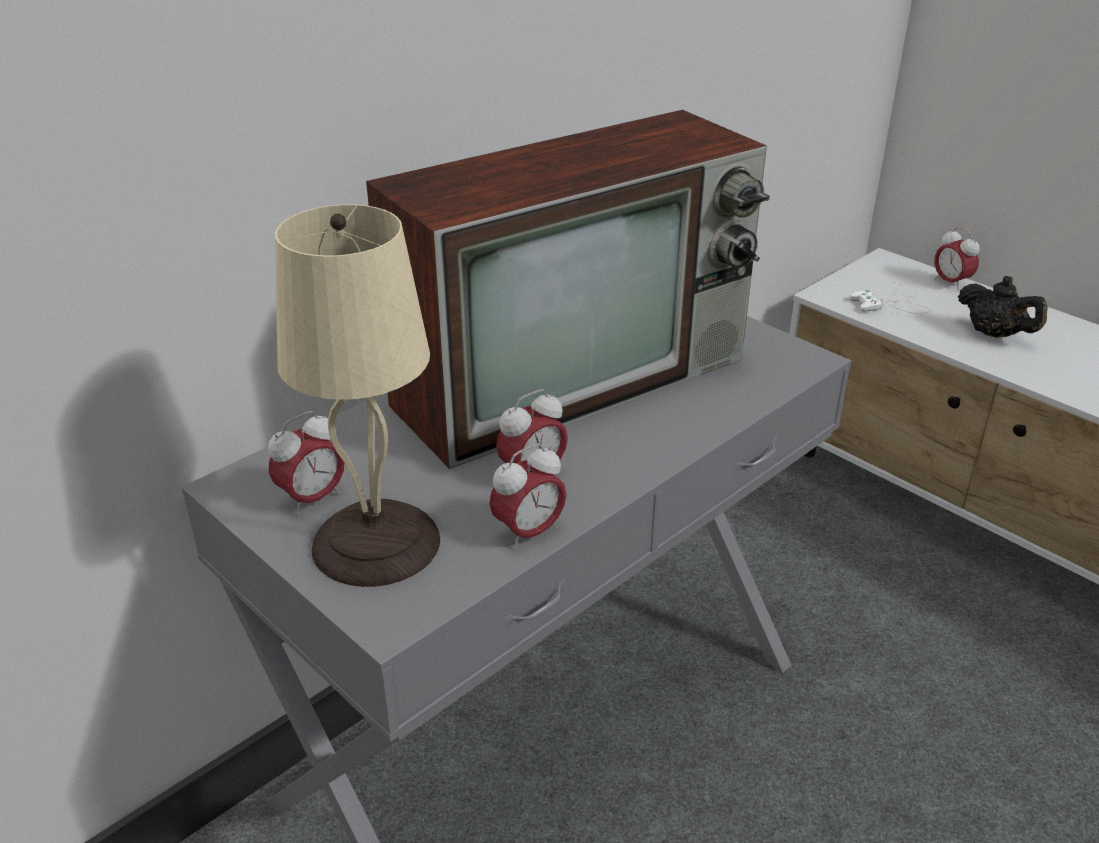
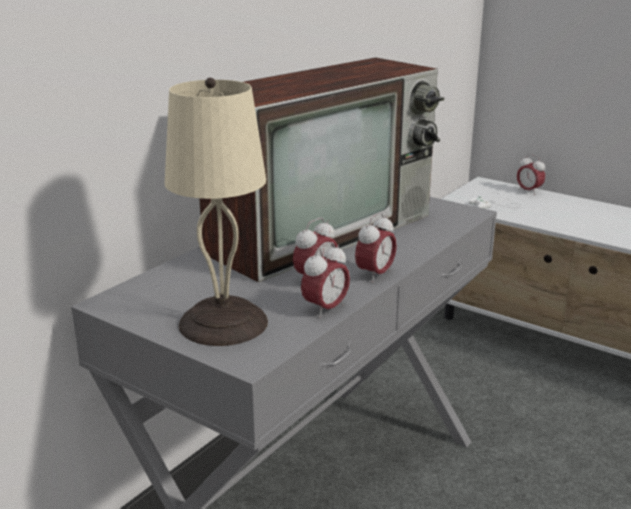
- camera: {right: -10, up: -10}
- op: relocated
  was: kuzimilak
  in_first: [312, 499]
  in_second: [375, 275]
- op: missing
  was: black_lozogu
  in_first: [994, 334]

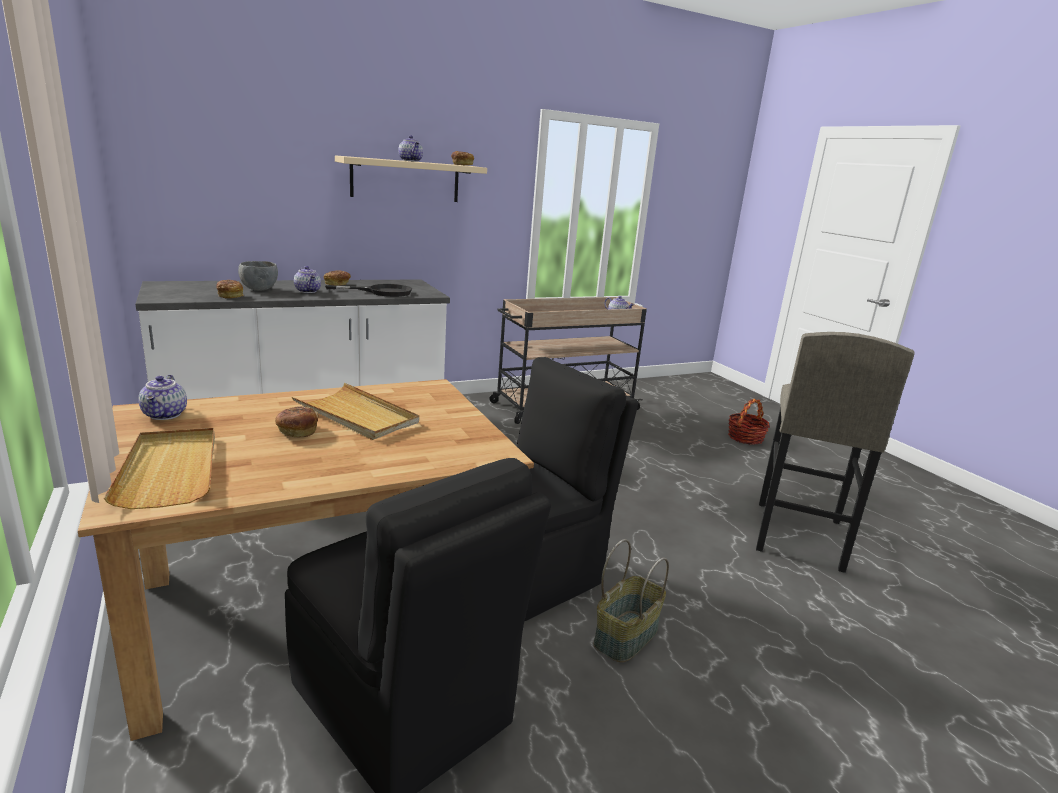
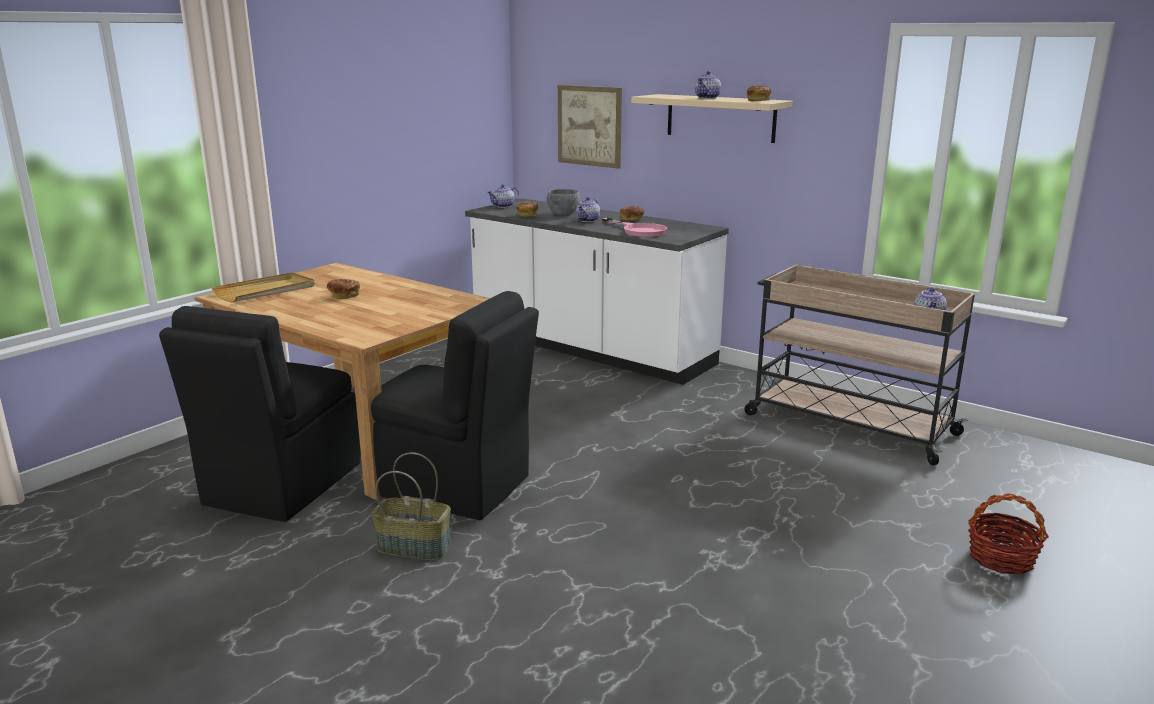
- camera: {right: 65, up: 0}
- op: relocated
  was: lozogu
  in_first: [166, 415]
  in_second: [503, 206]
- op: missing
  was: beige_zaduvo
  in_first: [357, 415]
- op: colour
  was: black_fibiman
  now: pink_fibiman
  in_first: [381, 292]
  in_second: [639, 230]
- op: missing
  was: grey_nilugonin
  in_first: [797, 535]
- op: appeared
  now: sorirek
  in_second: [589, 126]

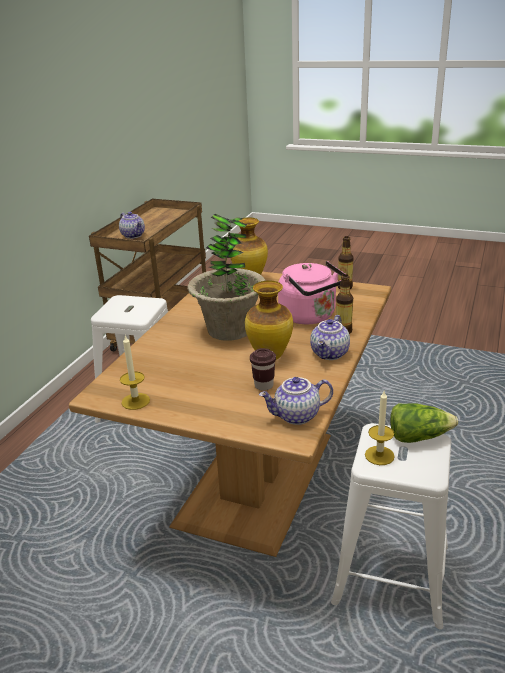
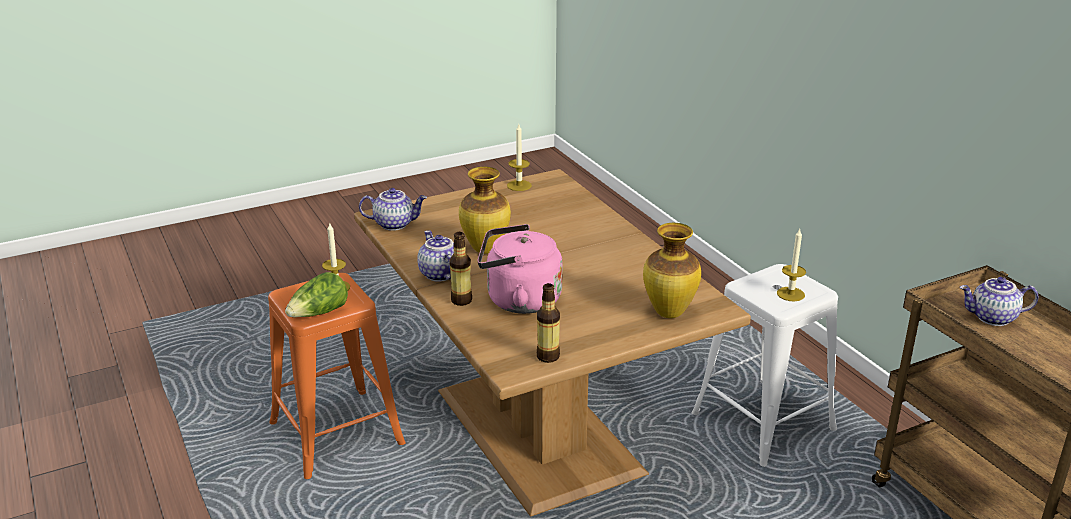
- camera: {right: 130, up: 0}
- op: missing
  was: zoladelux
  in_first: [229, 330]
- op: missing
  was: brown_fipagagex
  in_first: [264, 385]
- op: spun
  was: lozogu
  in_first: [296, 416]
  in_second: [394, 224]
  clockwise: 60
- op: colour
  was: white_nilugonin
  now: orange_nilugonin
  in_first: [391, 575]
  in_second: [336, 433]
- op: appeared
  now: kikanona
  in_second: [790, 294]

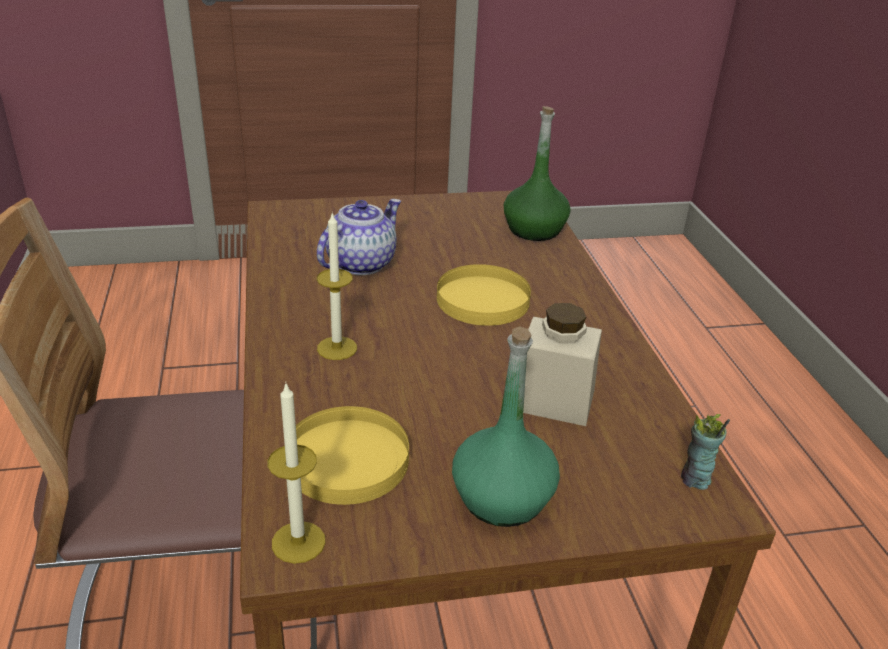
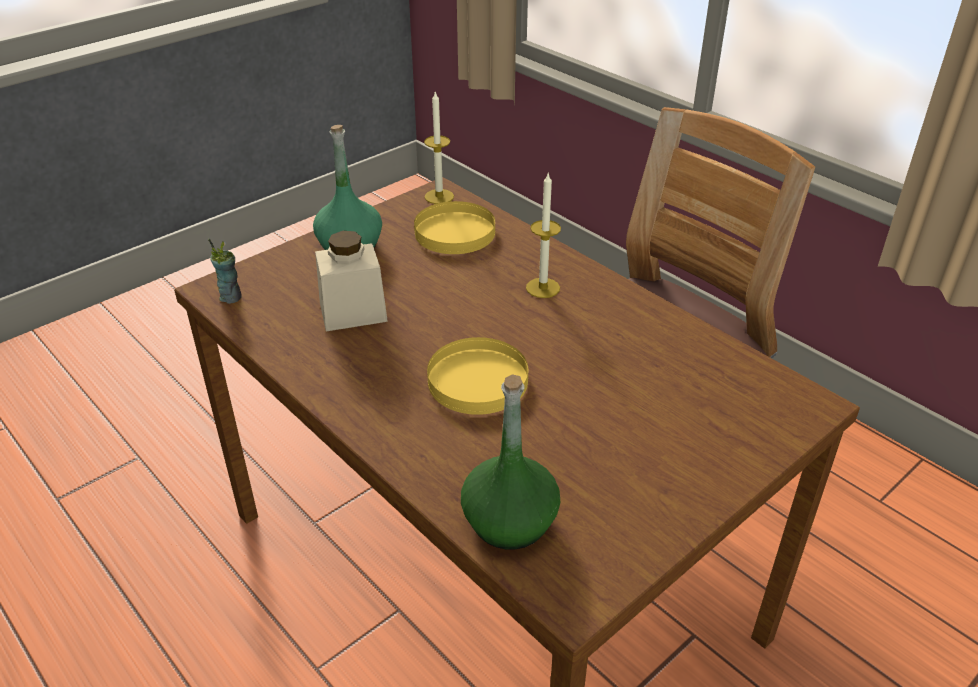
- camera: {right: 150, up: 5}
- op: missing
  was: lozogu
  in_first: [360, 263]

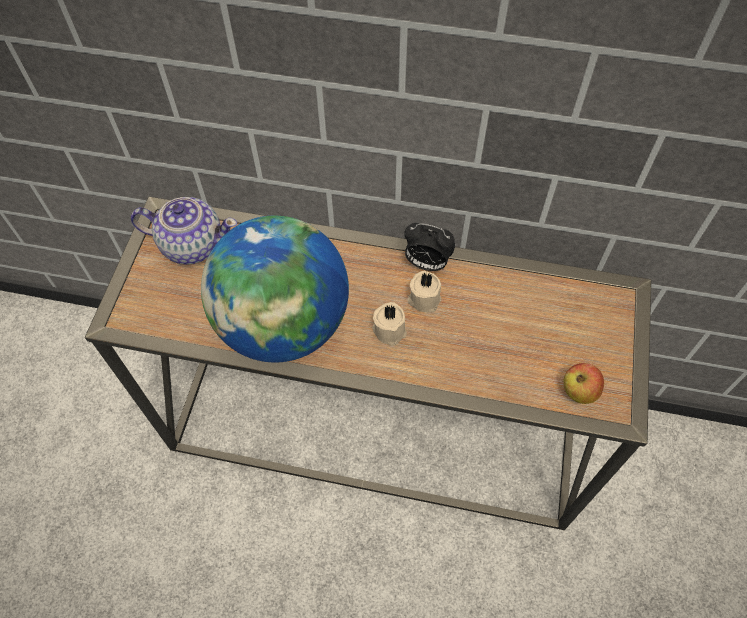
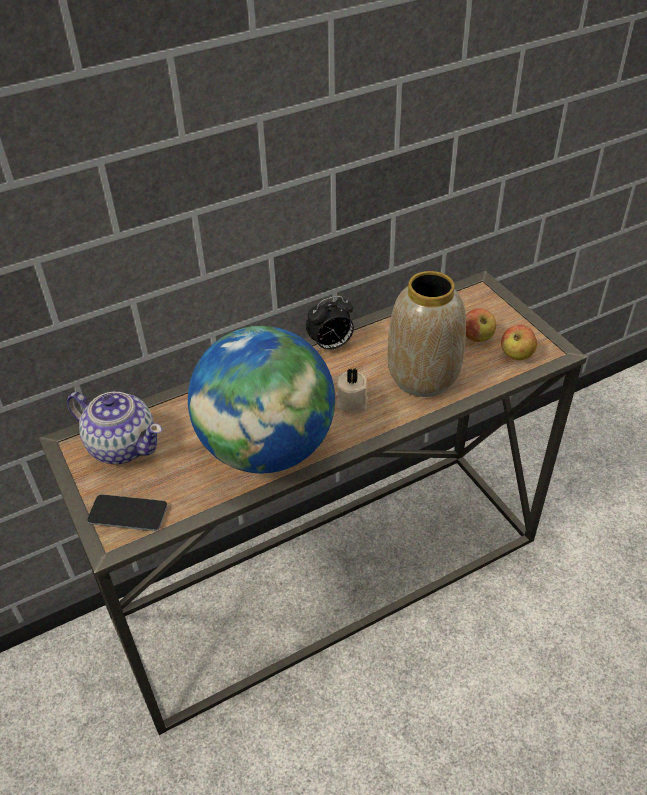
- camera: {right: -40, up: -15}
- op: spun
  was: lozogu
  in_first: [192, 244]
  in_second: [122, 445]
  clockwise: 60
- op: missing
  was: beige_kikanona
  in_first: [424, 298]
- op: appeared
  now: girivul
  in_second: [128, 513]
- op: appeared
  now: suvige
  in_second: [422, 376]
- op: appeared
  now: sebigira
  in_second: [477, 338]

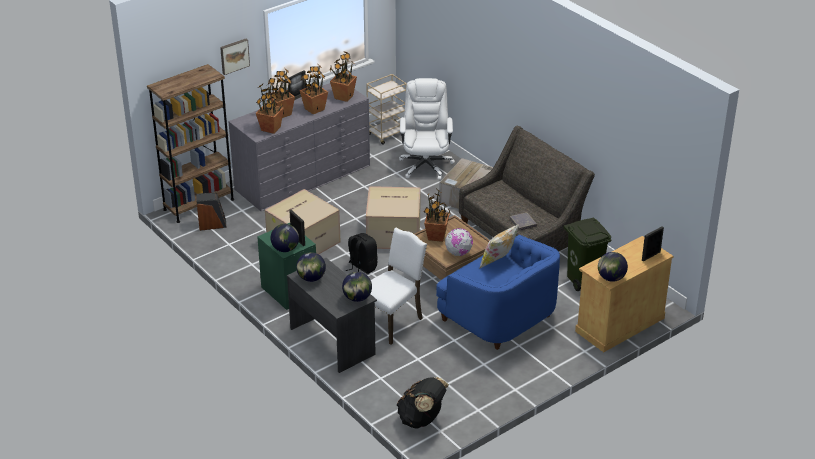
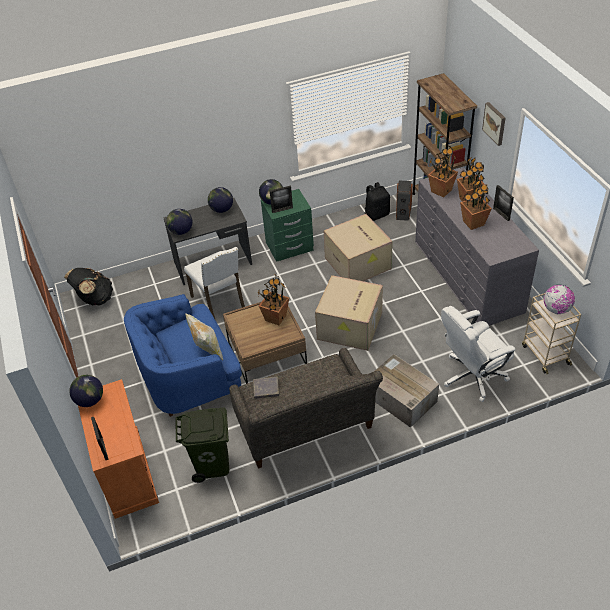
- camera: {right: 110, up: 10}
- op: missing
  was: zoladelux
  in_first: [343, 97]
- op: relocated
  was: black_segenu
  in_first: [362, 267]
  in_second: [376, 214]
- op: spun
  was: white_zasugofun
  in_first: [426, 165]
  in_second: [472, 376]
  clockwise: 135
- op: relocated
  was: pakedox
  in_first: [458, 253]
  in_second: [556, 309]
- op: colour
  was: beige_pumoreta
  now: orange_pumoreta
  in_first: [619, 324]
  in_second: [127, 472]

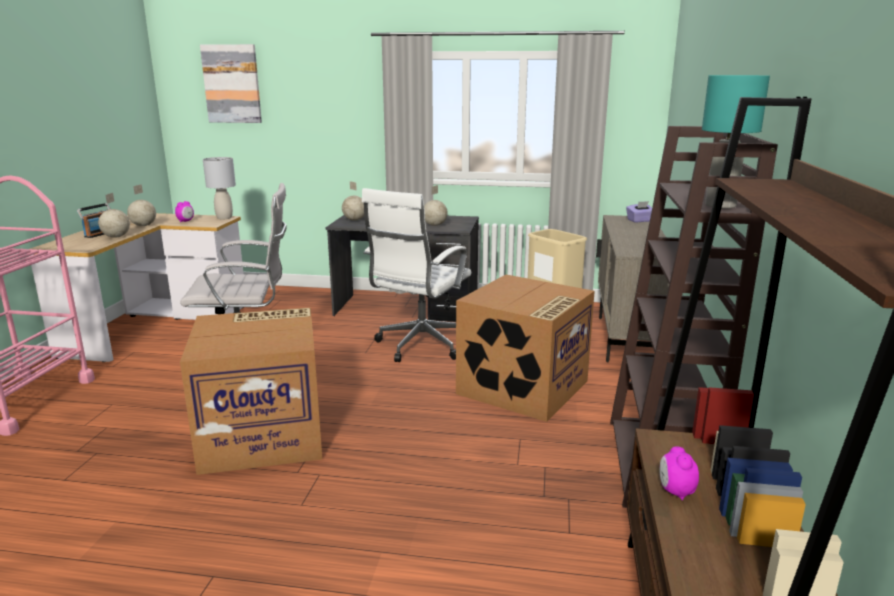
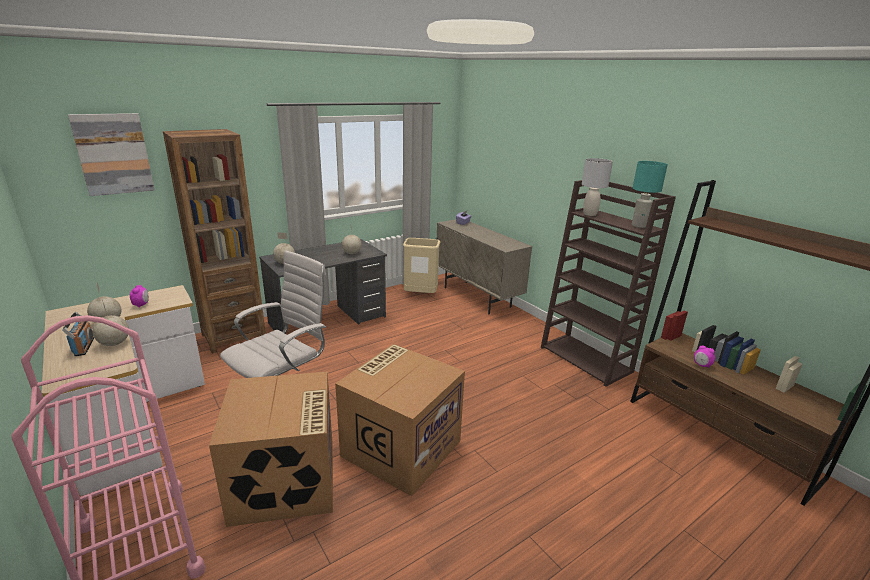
- camera: {right: -45, up: 5}
- op: relocated
  was: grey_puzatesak
  in_first: [224, 218]
  in_second: [590, 214]
- op: missing
  was: white_zasugofun
  in_first: [419, 346]
- op: relocated
  was: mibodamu
  in_first: [523, 388]
  in_second: [286, 481]
- op: appeared
  now: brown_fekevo
  in_second: [234, 336]

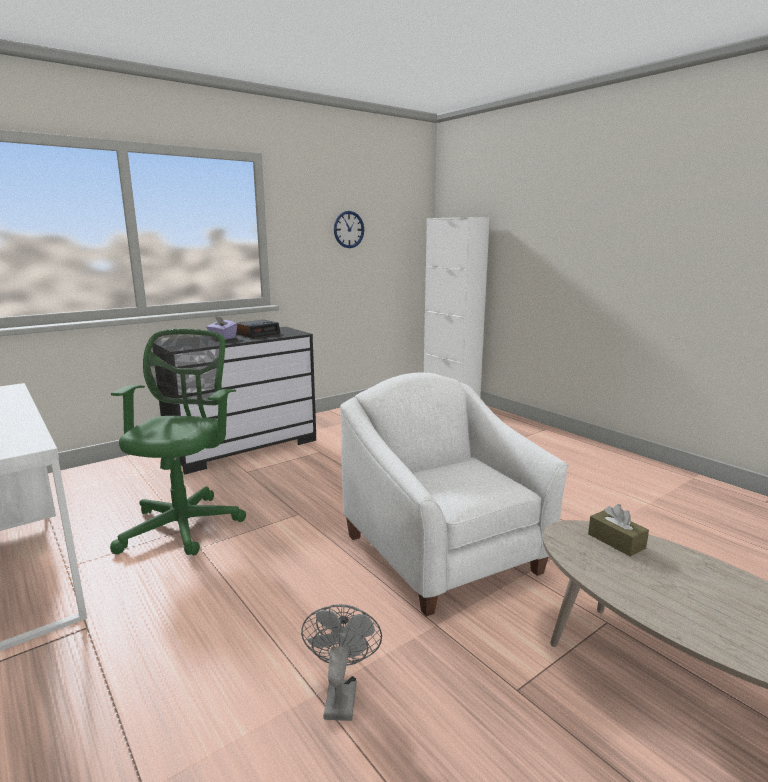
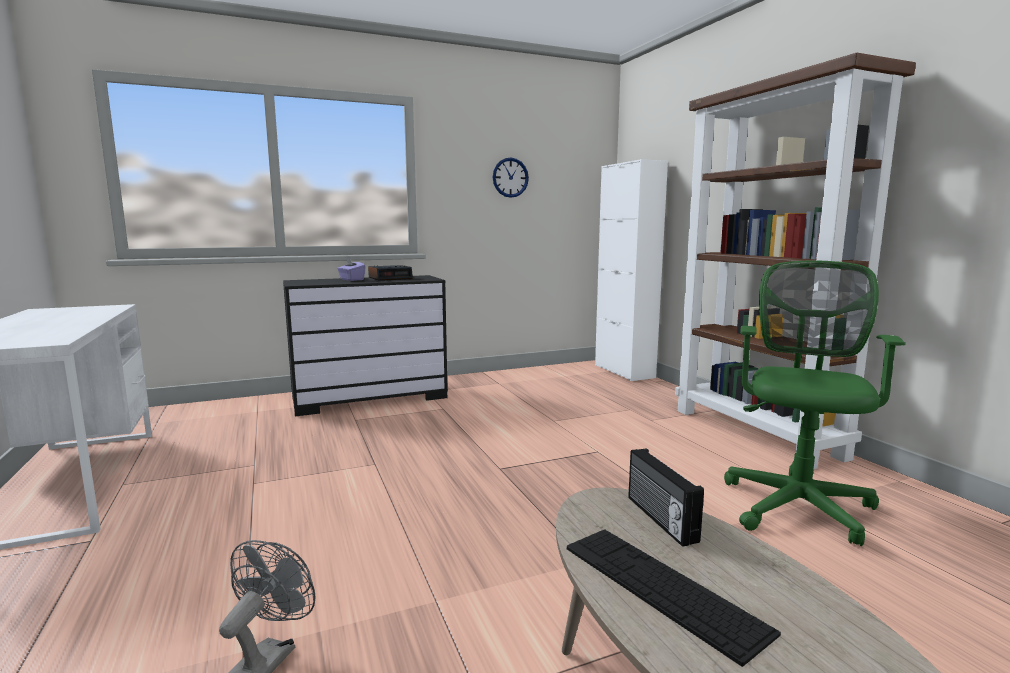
- camera: {right: 15, up: -5}
- op: relocated
  was: green_zasugofun
  in_first: [185, 524]
  in_second: [798, 503]
- op: missing
  was: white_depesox
  in_first: [444, 554]
- op: exchanged
  was: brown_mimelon
  now: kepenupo
  in_first: [616, 541]
  in_second: [659, 519]
- op: appeared
  now: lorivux
  in_second: [660, 587]
- op: appeared
  now: brown_fekevo
  in_second: [757, 433]

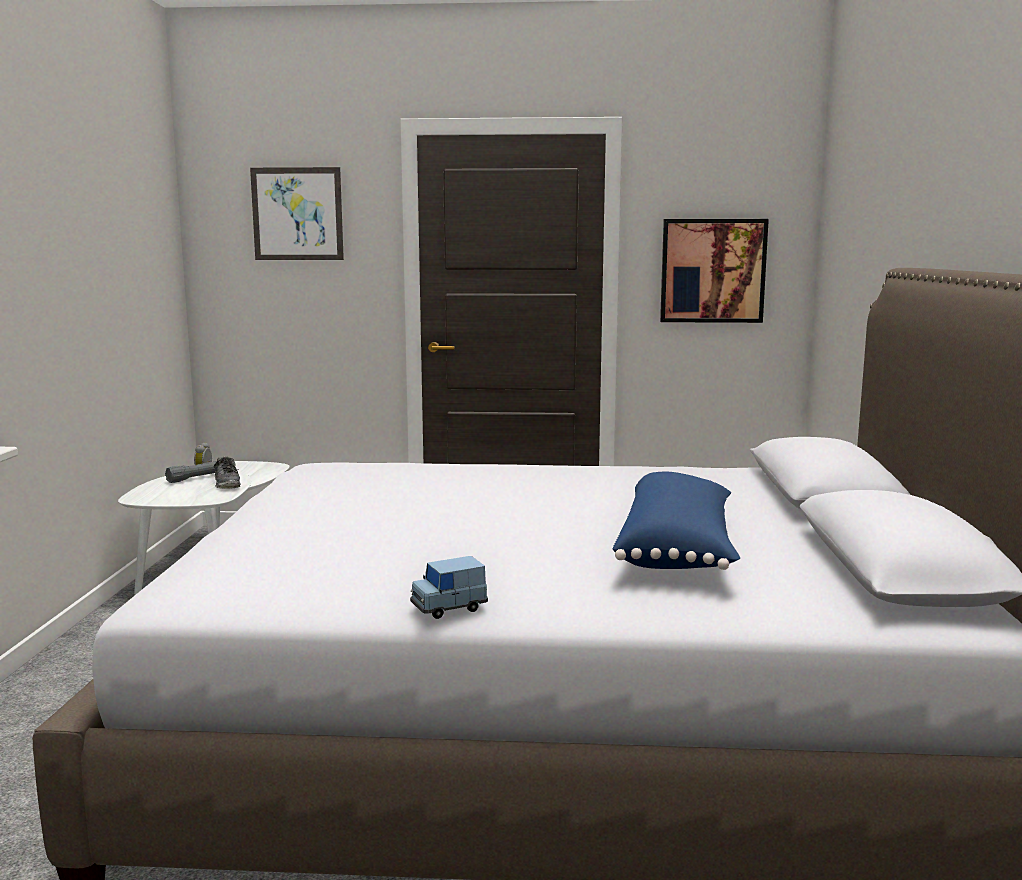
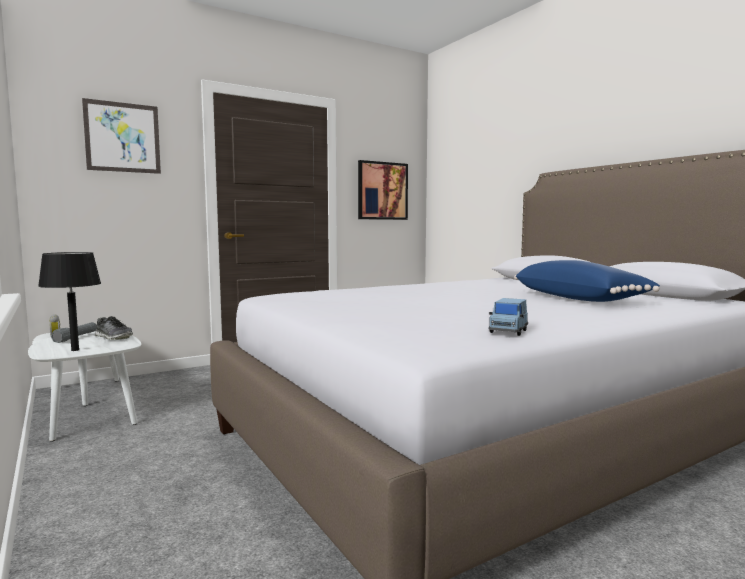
- camera: {right: -35, up: -5}
- op: relocated
  was: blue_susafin
  in_first: [449, 607]
  in_second: [508, 331]
- op: appeared
  now: black_puzatesak
  in_second: [75, 350]

